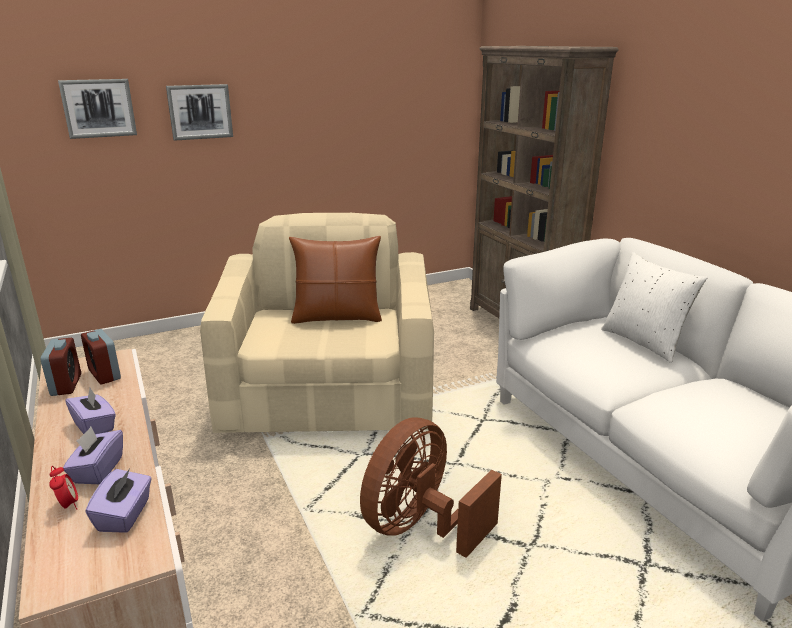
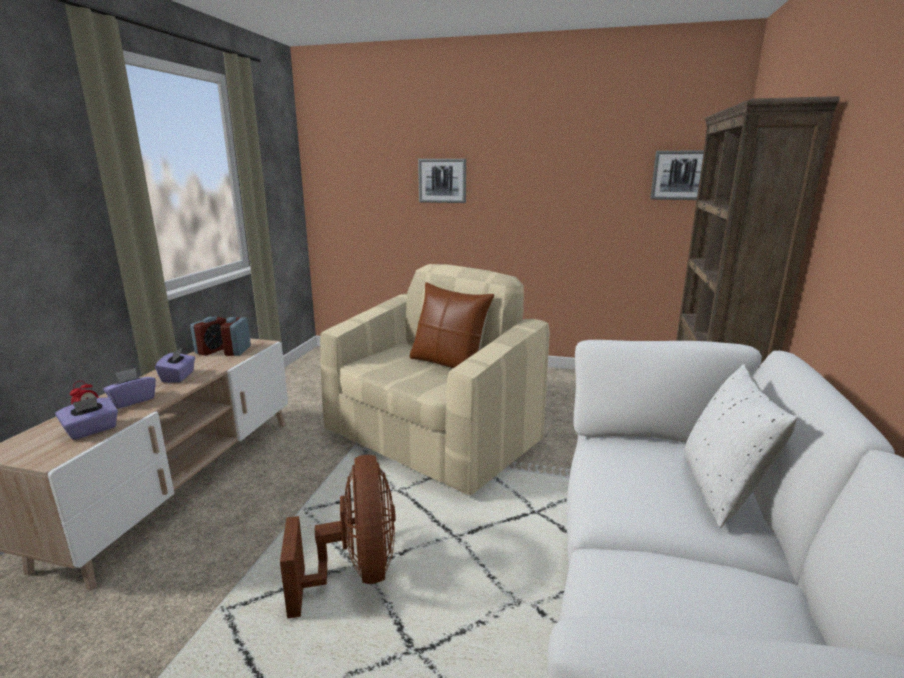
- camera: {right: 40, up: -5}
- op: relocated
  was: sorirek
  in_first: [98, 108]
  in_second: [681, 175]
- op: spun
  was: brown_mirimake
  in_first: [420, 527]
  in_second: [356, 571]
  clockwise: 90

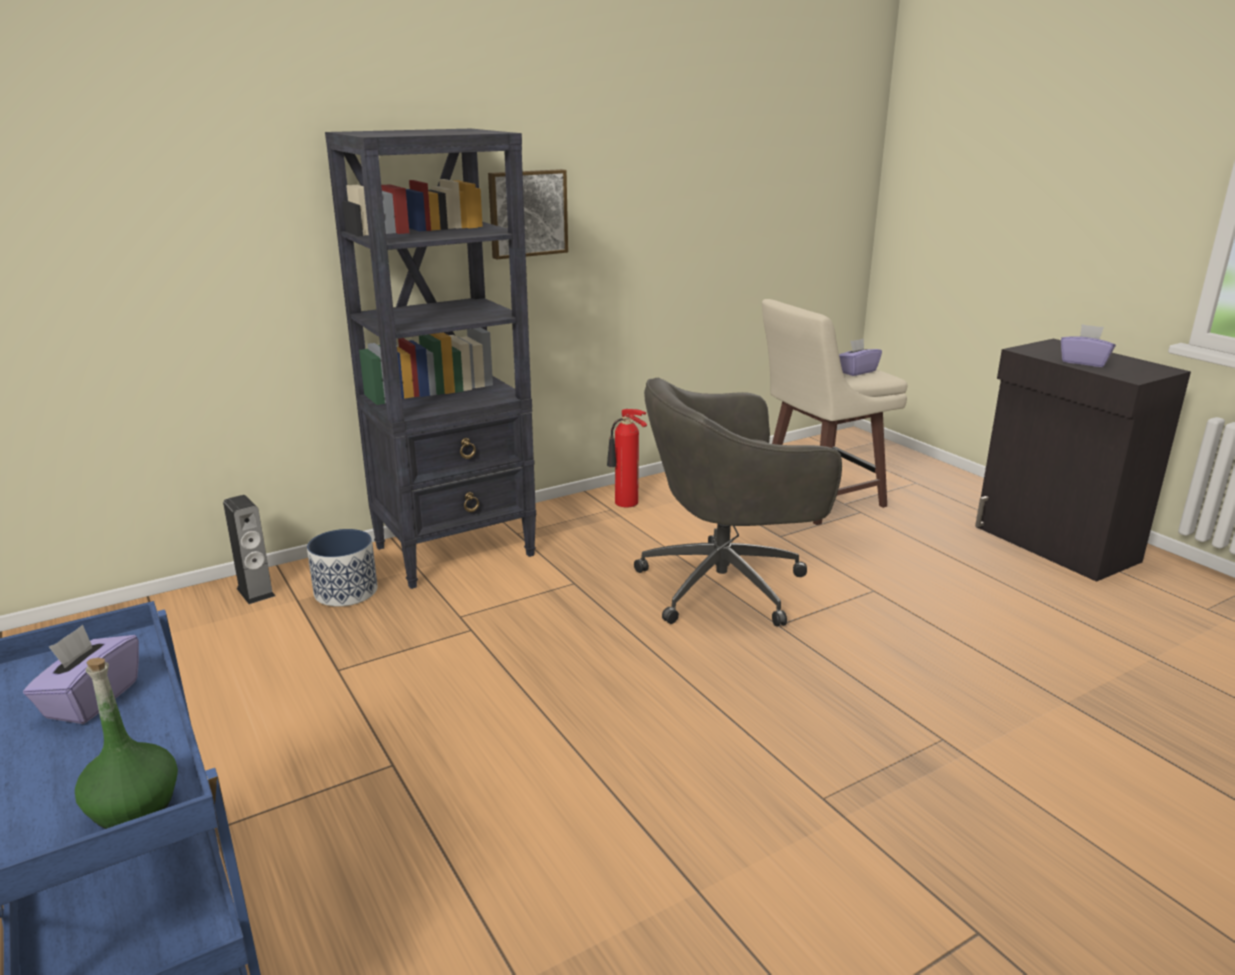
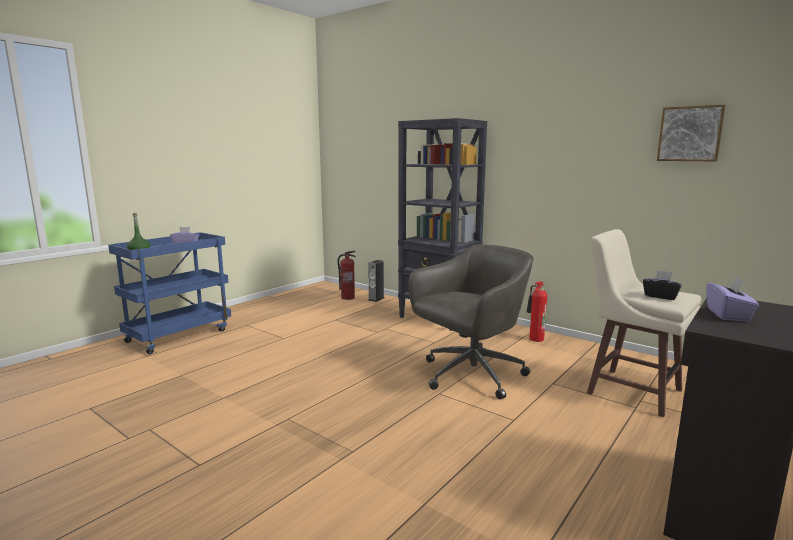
- camera: {right: 70, up: -10}
- op: missing
  was: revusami
  in_first: [346, 592]
- op: relocated
  was: sorirek
  in_first: [527, 213]
  in_second: [690, 134]
- op: spun
  was: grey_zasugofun
  in_first: [727, 585]
  in_second: [470, 375]
  clockwise: 90
- op: colour
  was: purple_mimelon
  now: black_mimelon
  in_first: [856, 371]
  in_second: [660, 296]
- op: appeared
  now: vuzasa
  in_second: [348, 297]

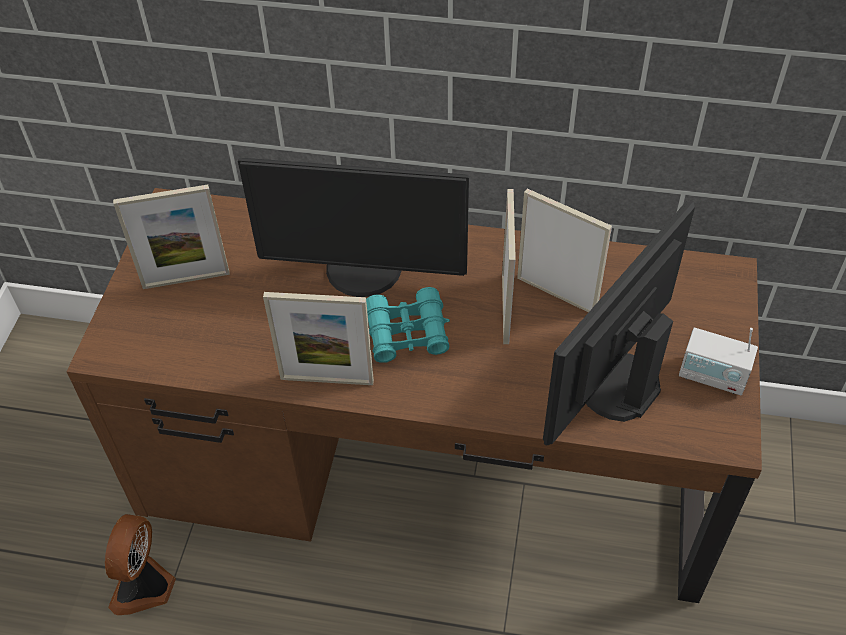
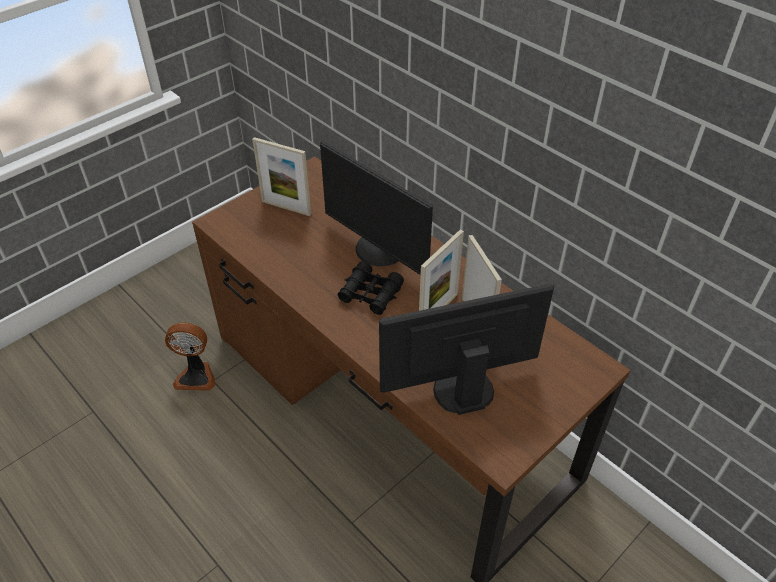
- camera: {right: 35, up: -5}
- op: spun
  was: mirimake
  in_first: [145, 587]
  in_second: [196, 376]
  clockwise: -135
- op: missing
  was: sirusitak
  in_first: [327, 380]
- op: colour
  was: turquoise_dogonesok
  now: black_dogonesok
  in_first: [407, 333]
  in_second: [370, 294]
- op: missing
  was: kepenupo
  in_first: [712, 376]

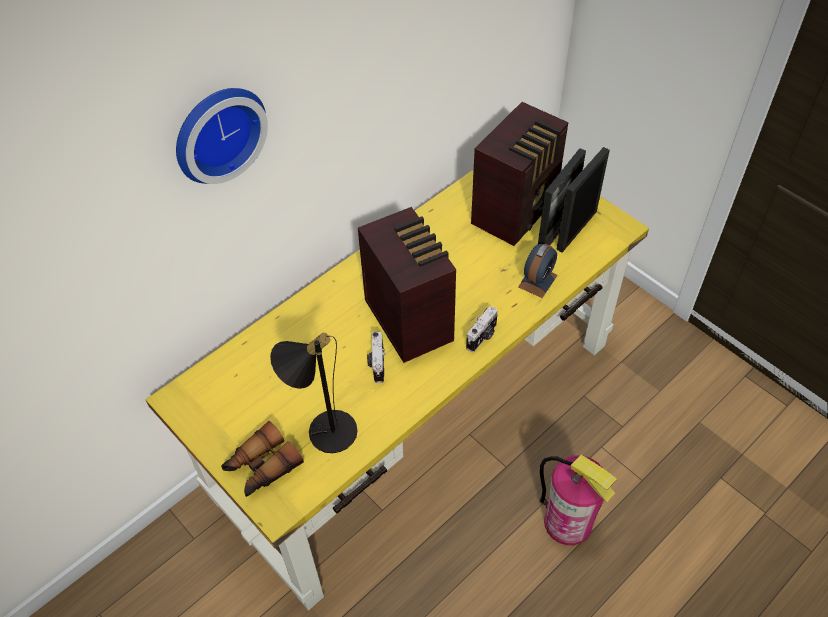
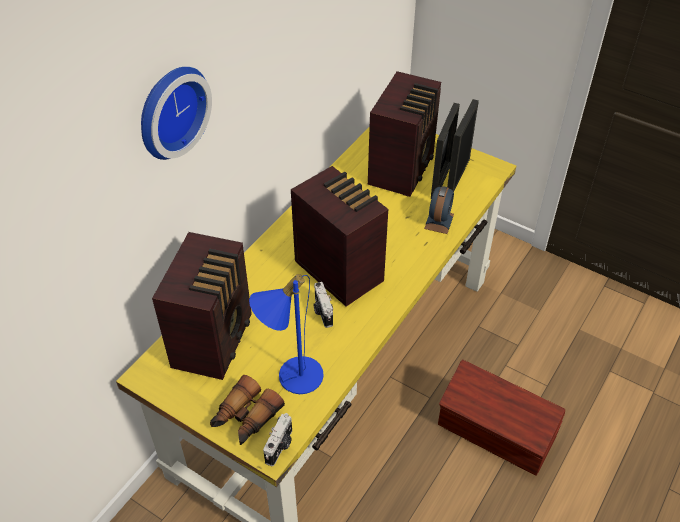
- camera: {right: -15, up: -5}
- op: colour
  was: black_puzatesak
  now: blue_puzatesak
  in_first: [323, 429]
  in_second: [291, 374]
- op: relocated
  was: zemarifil
  in_first: [482, 337]
  in_second: [280, 446]
- op: exchanged
  was: vuzasa
  now: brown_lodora
  in_first: [568, 522]
  in_second: [496, 433]
- op: appeared
  now: kepenupo
  in_second: [215, 339]

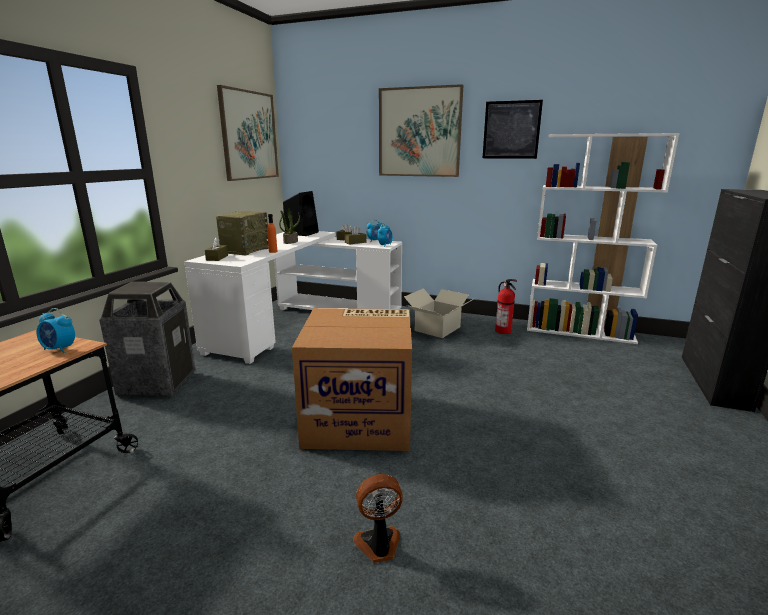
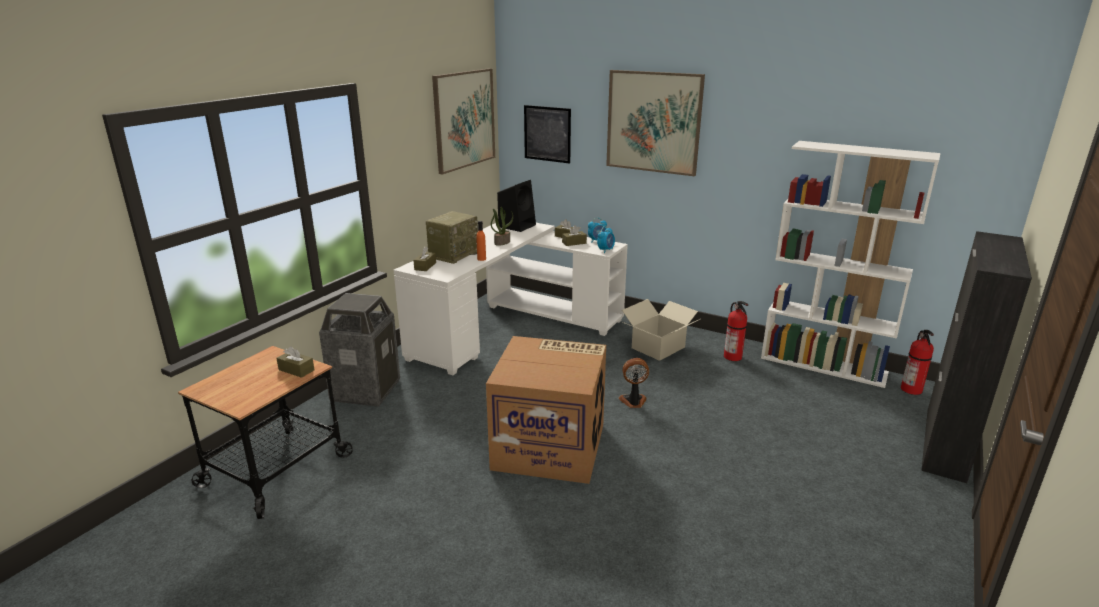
- camera: {right: 10, up: 5}
- op: exchanged
  was: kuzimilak
  now: brown_mimelon
  in_first: [59, 349]
  in_second: [296, 370]
- op: relocated
  was: mirimake
  in_first: [379, 545]
  in_second: [633, 402]
- op: relocated
  was: sorirek
  in_first: [511, 130]
  in_second: [547, 134]
- op: appeared
  now: vuzasa
  in_second: [912, 390]

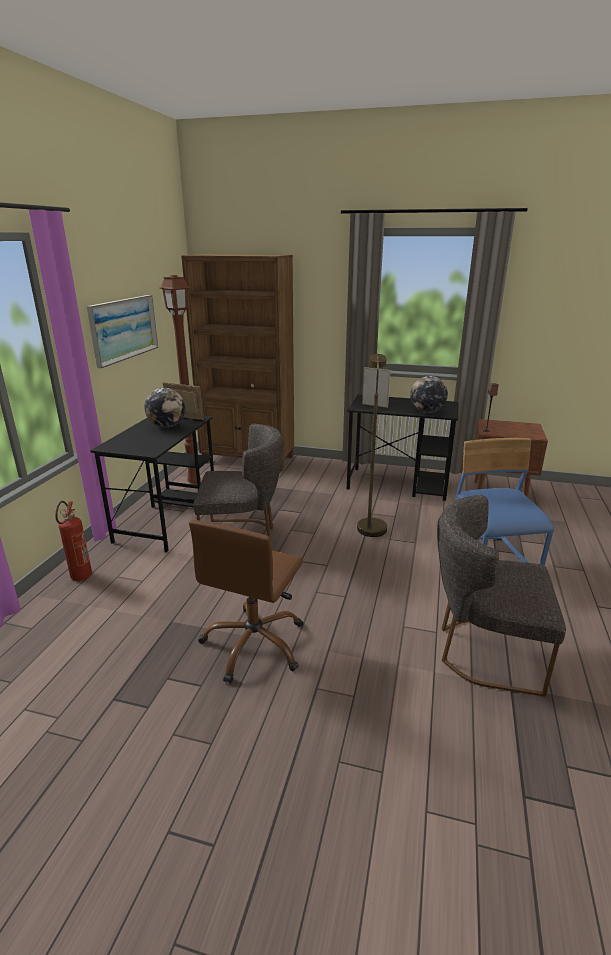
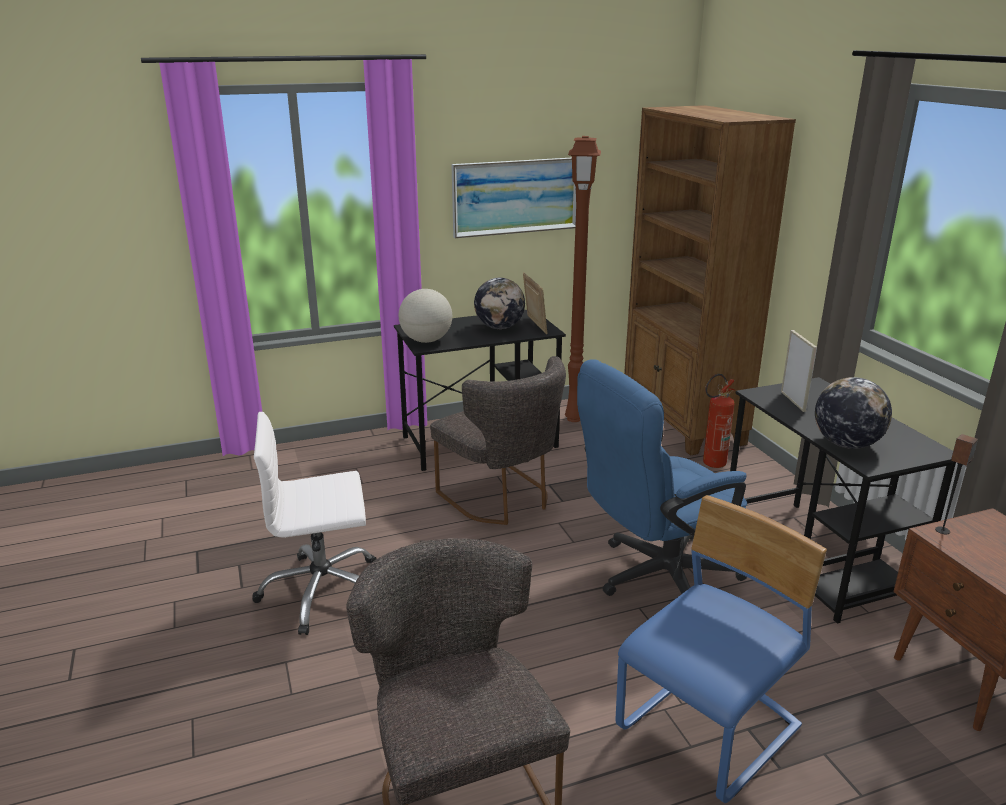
- camera: {right: 55, up: 0}
- op: relocated
  was: vuzasa
  in_first: [79, 578]
  in_second: [710, 464]
- op: colour
  was: brown_zasugofun
  now: white_zasugofun
  in_first: [254, 644]
  in_second: [322, 591]
- op: exchanged
  was: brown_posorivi
  now: blue_zasugofun
  in_first: [370, 525]
  in_second: [654, 577]
- op: appeared
  now: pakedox
  in_second: [426, 341]

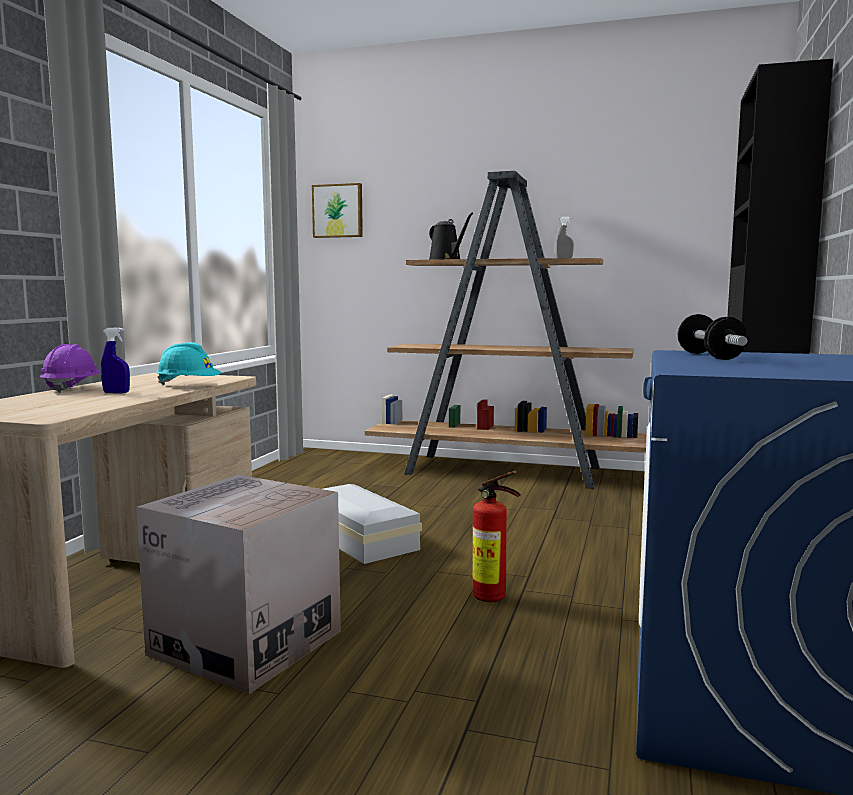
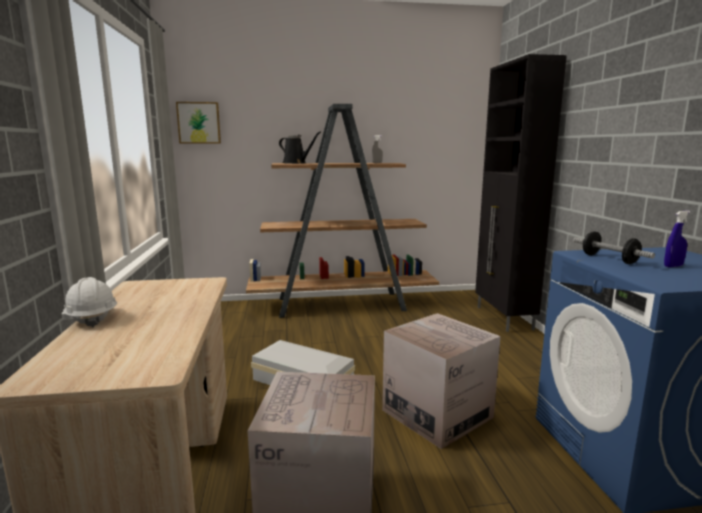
- camera: {right: -25, up: 5}
- op: colour
  was: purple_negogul
  now: white_negogul
  in_first: [71, 388]
  in_second: [92, 318]
- op: relocated
  was: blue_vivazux
  in_first: [116, 393]
  in_second: [673, 266]
- op: missing
  was: turquoise_negogul
  in_first: [189, 385]
- op: exchanged
  was: vuzasa
  now: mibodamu
  in_first: [493, 598]
  in_second: [437, 413]

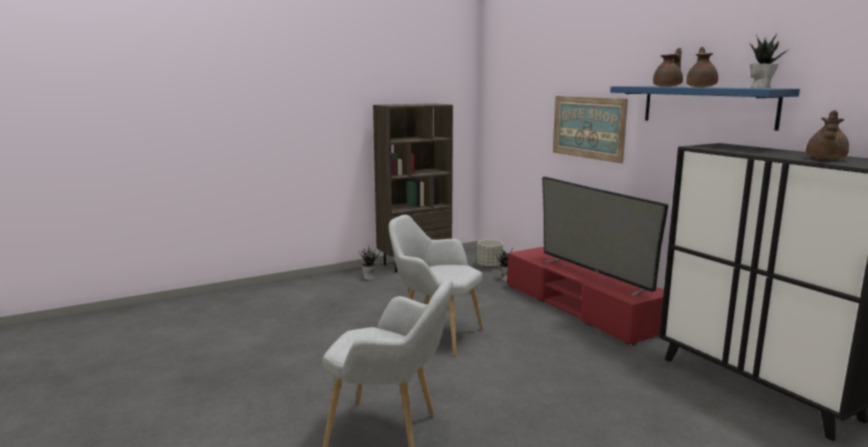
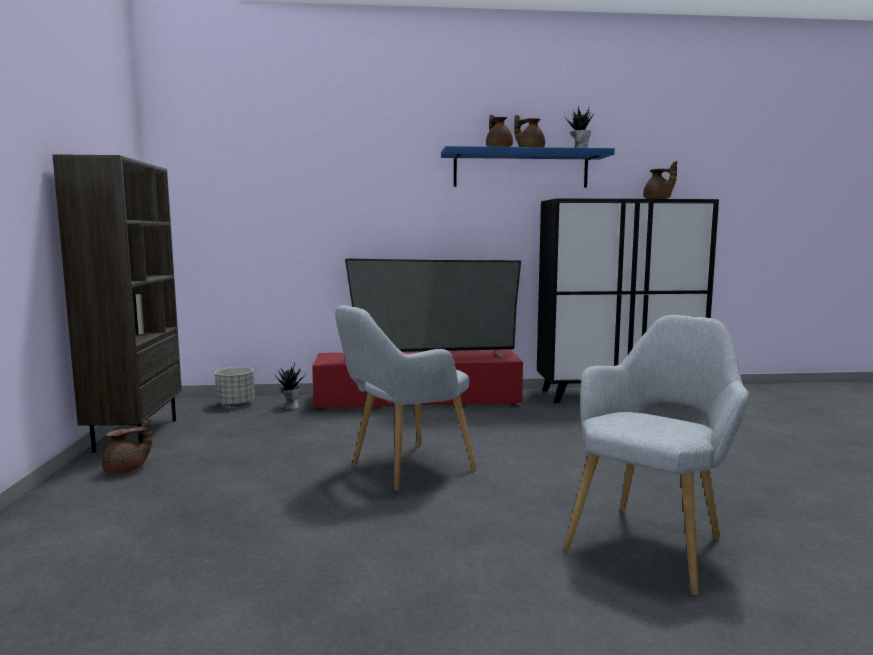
- camera: {right: -65, up: -5}
- op: exchanged
  was: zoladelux
  now: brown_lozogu
  in_first: [369, 278]
  in_second: [127, 470]
- op: missing
  was: sorirek
  in_first: [588, 127]

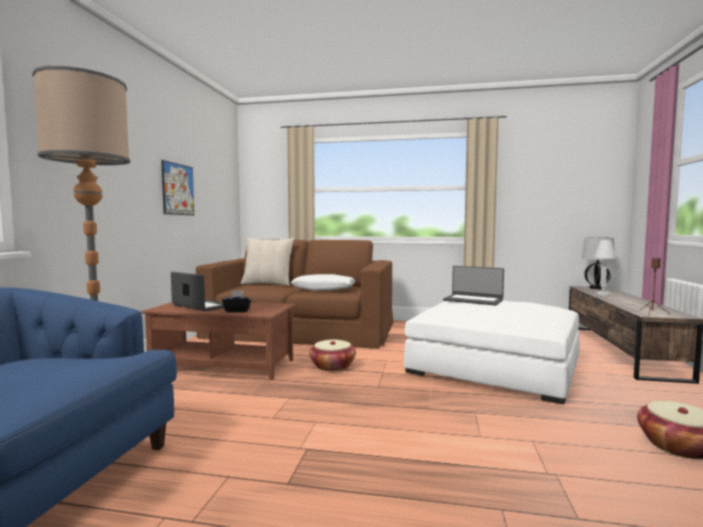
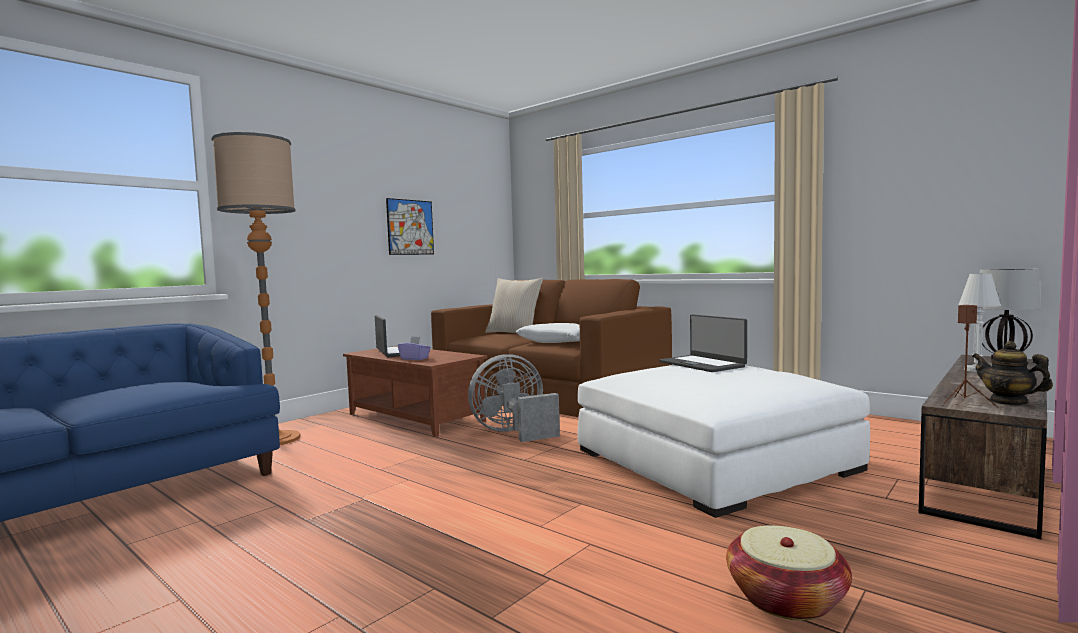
- camera: {right: 30, up: 0}
- op: colour
  was: black_mimelon
  now: purple_mimelon
  in_first: [237, 311]
  in_second: [415, 358]
- op: exchanged
  was: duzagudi
  now: grey_mirimake
  in_first: [332, 366]
  in_second: [513, 433]
- op: appeared
  now: lozogu
  in_second: [1008, 402]

